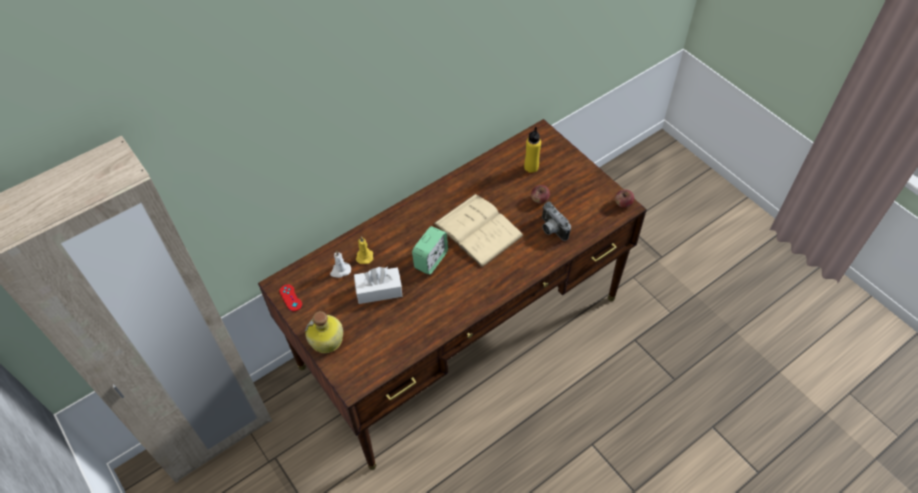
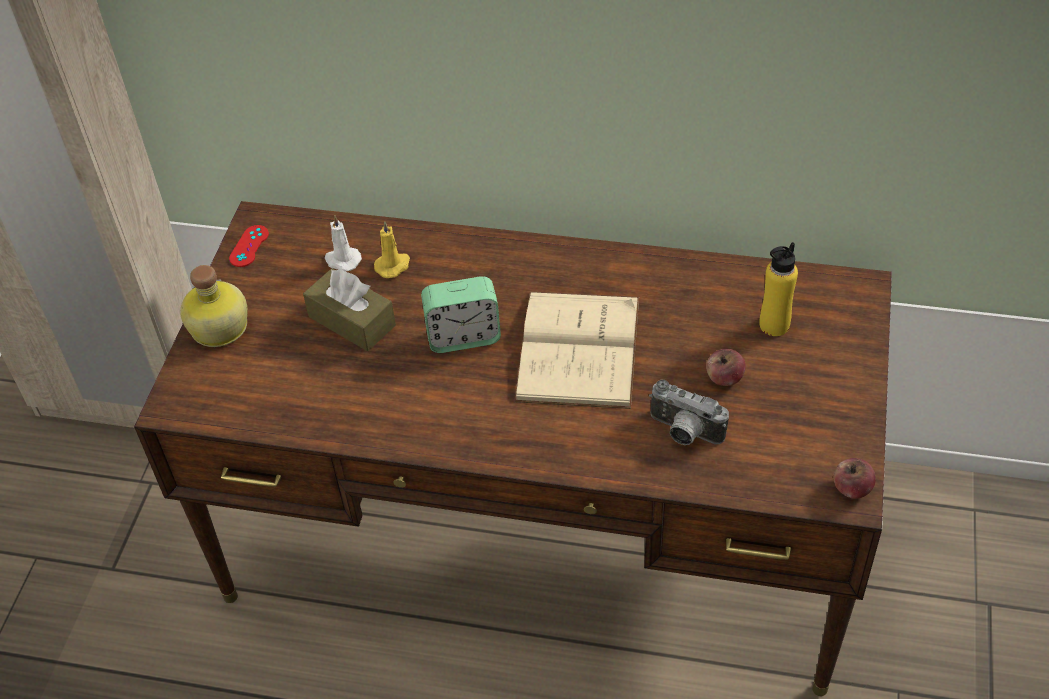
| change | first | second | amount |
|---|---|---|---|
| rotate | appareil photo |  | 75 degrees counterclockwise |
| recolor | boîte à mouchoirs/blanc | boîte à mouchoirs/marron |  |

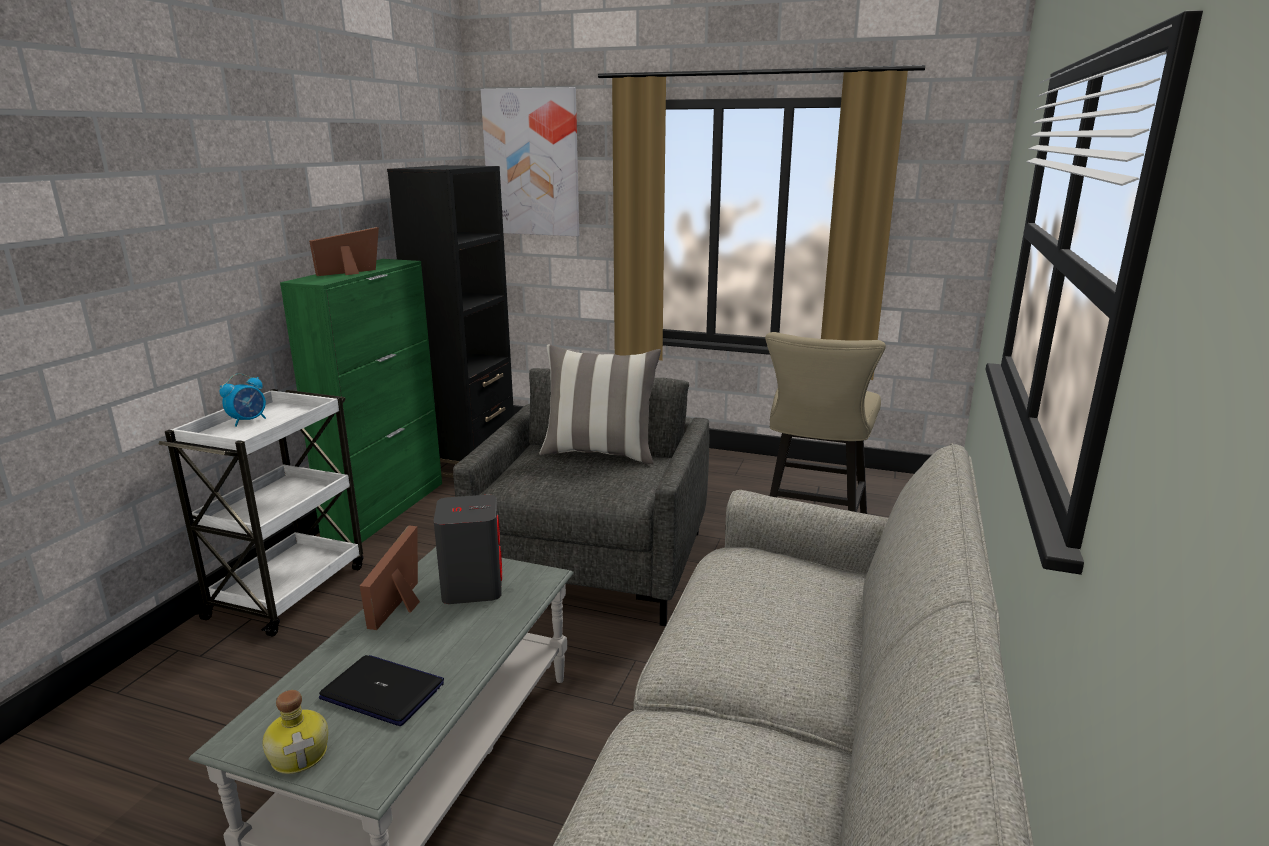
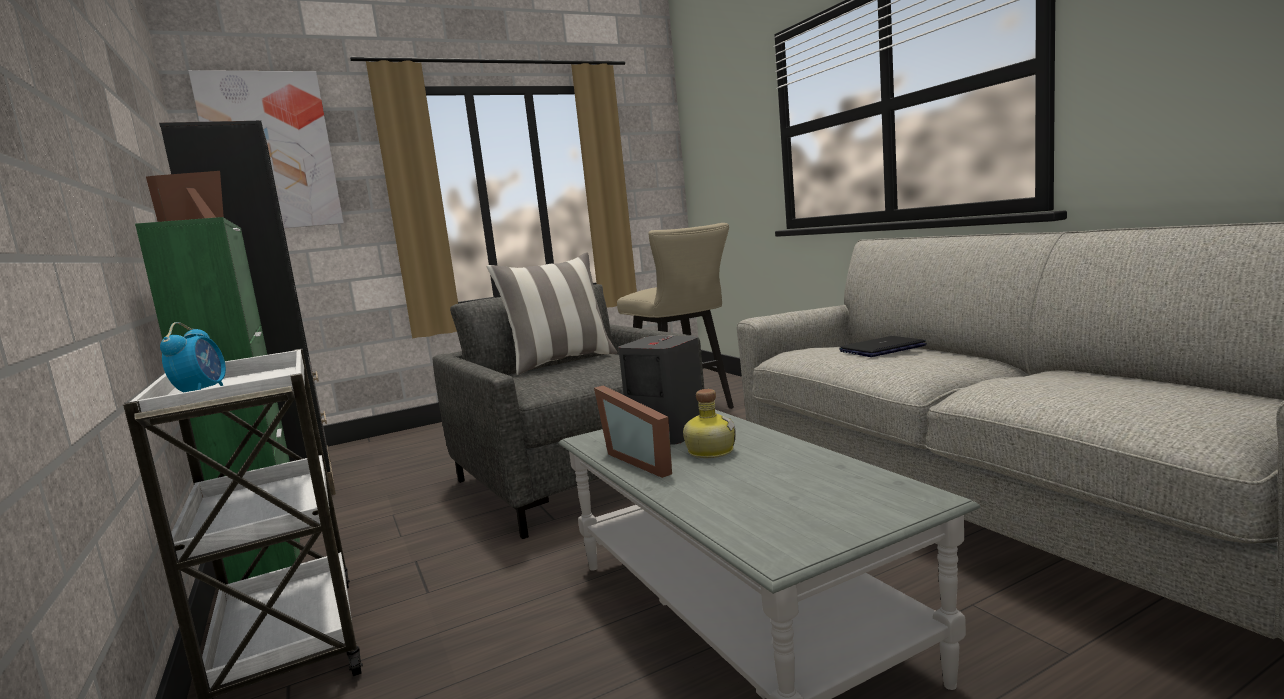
| change | first | second | amount |
|---|---|---|---|
| move | ordinateur portable |  |  |
| move | bouteille |  |  |

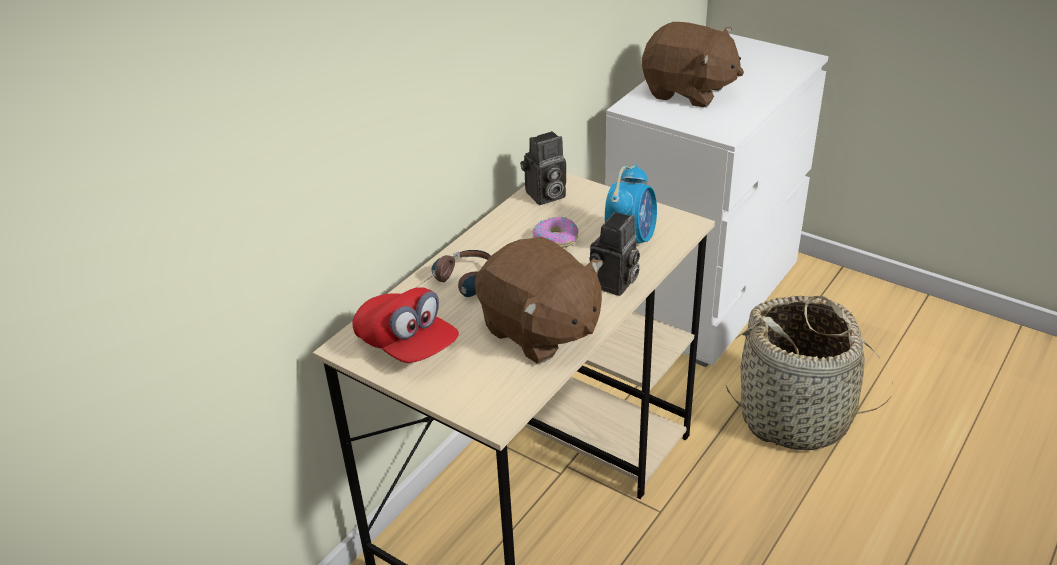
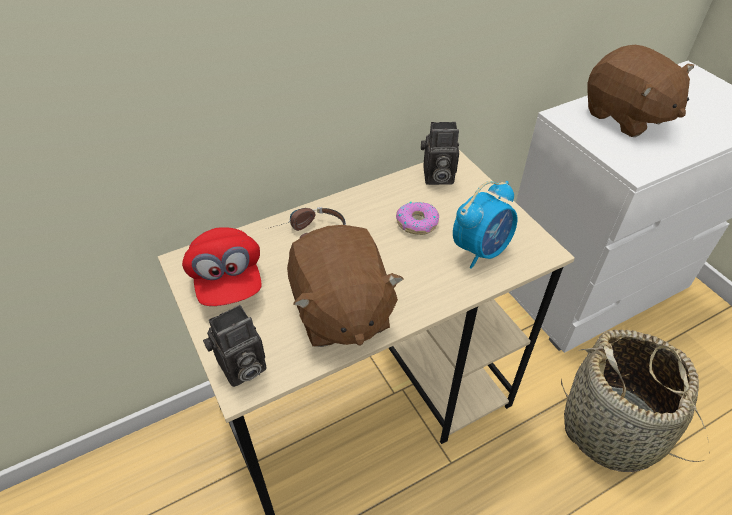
| change | first | second | amount |
|---|---|---|---|
| move | appareil photo (2nd from left in the first image) | appareil photo (1st from left) |  |

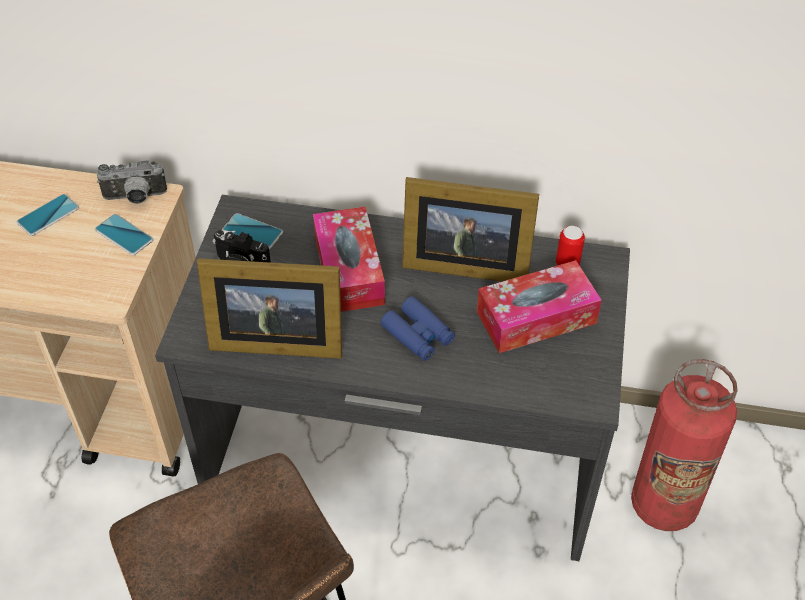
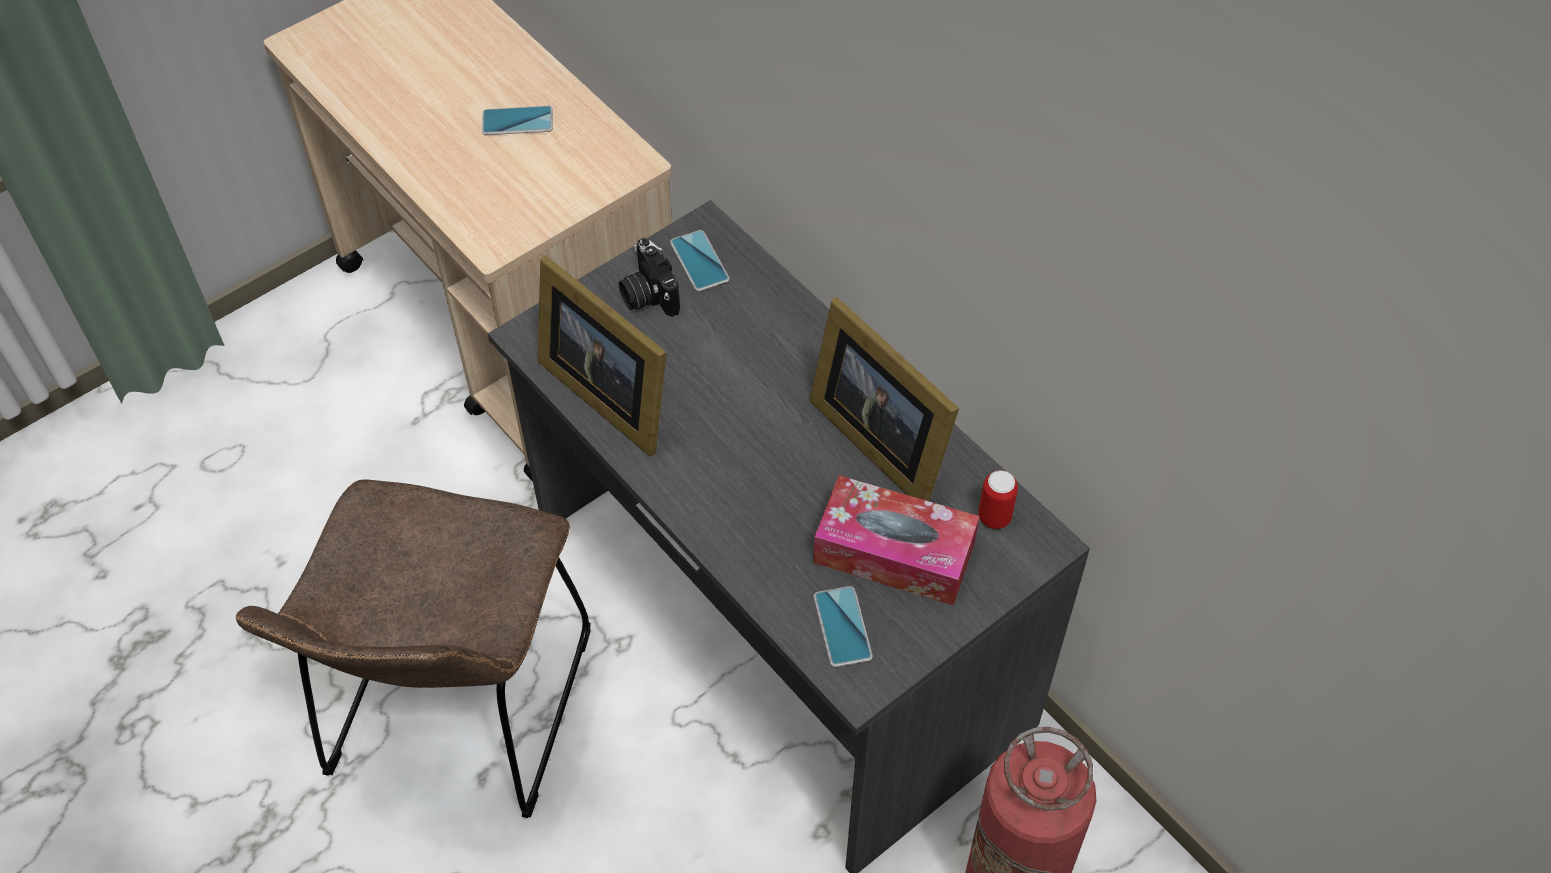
| change | first | second | amount |
|---|---|---|---|
| delete | appareil photo (1st from left) |  |  |
| delete | boîte à mouchoirs (1st from left) |  |  |
| move | téléphone (2nd from left in the first image) | téléphone (3rd from left) |  |
| delete | jumelles/bleu |  |  |

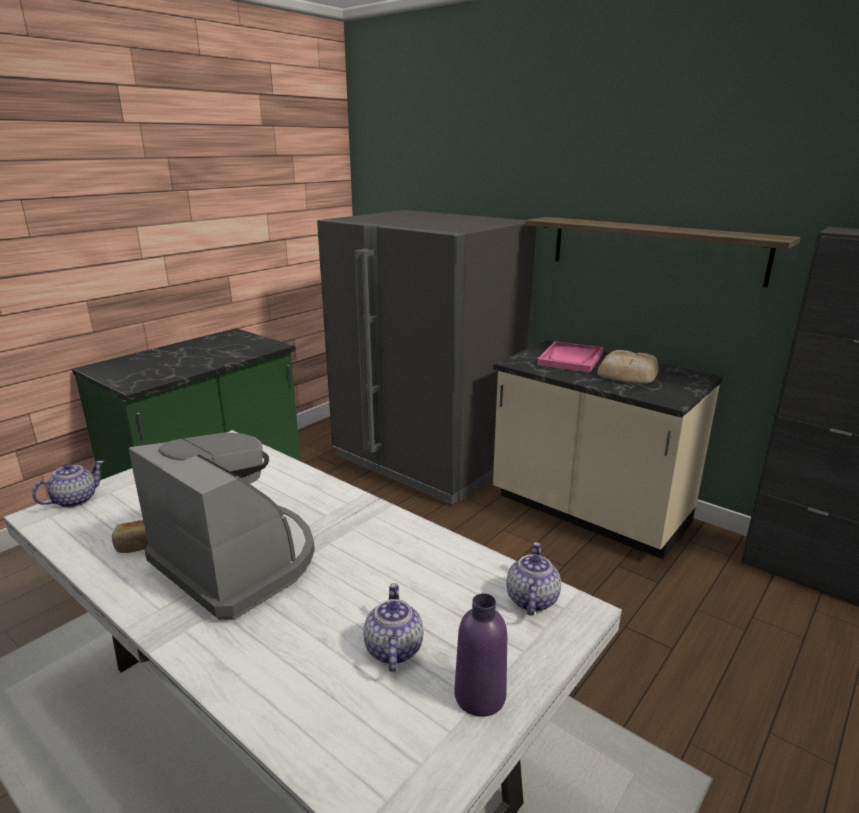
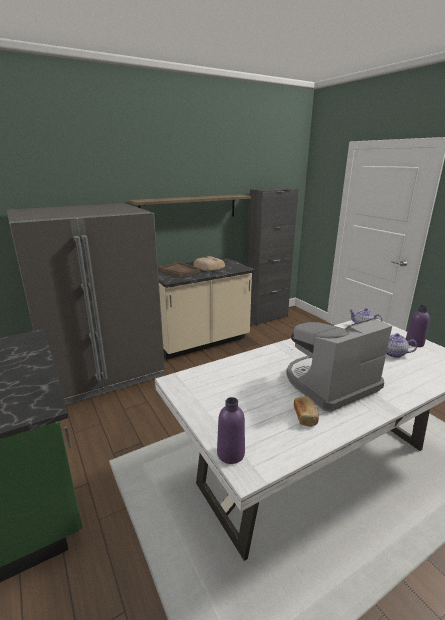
| change | first | second | amount |
|---|---|---|---|
| recolor | plateau/rose | plateau/marron |  |
| replace | théière (1st from left) | bouteille/violet (1st from left) |  |

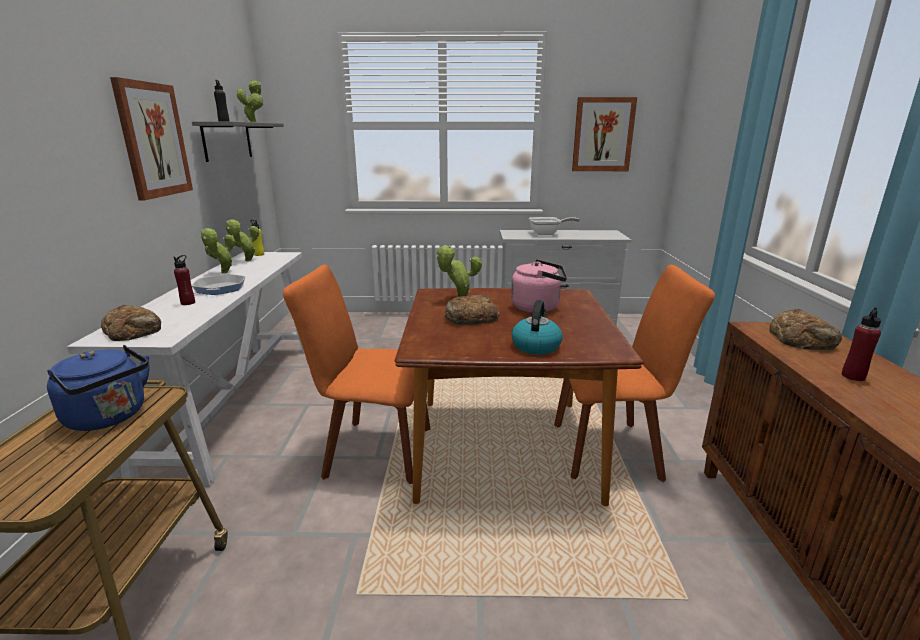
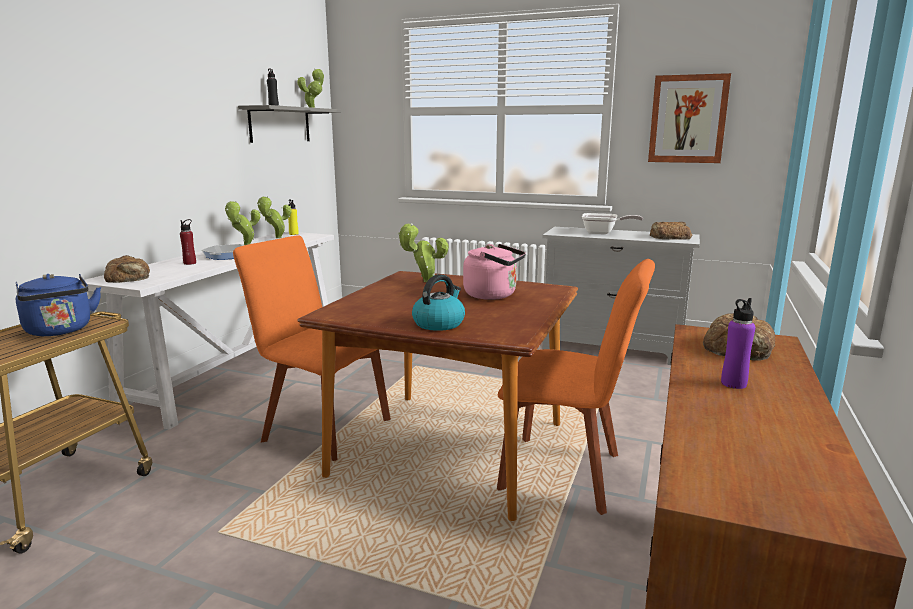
| change | first | second | amount |
|---|---|---|---|
| delete | tableau (1st from left) |  |  |
| move | pain (2nd from left) |  |  |
| recolor | bouteille/rouge (2nd from left) | bouteille/violet |  |

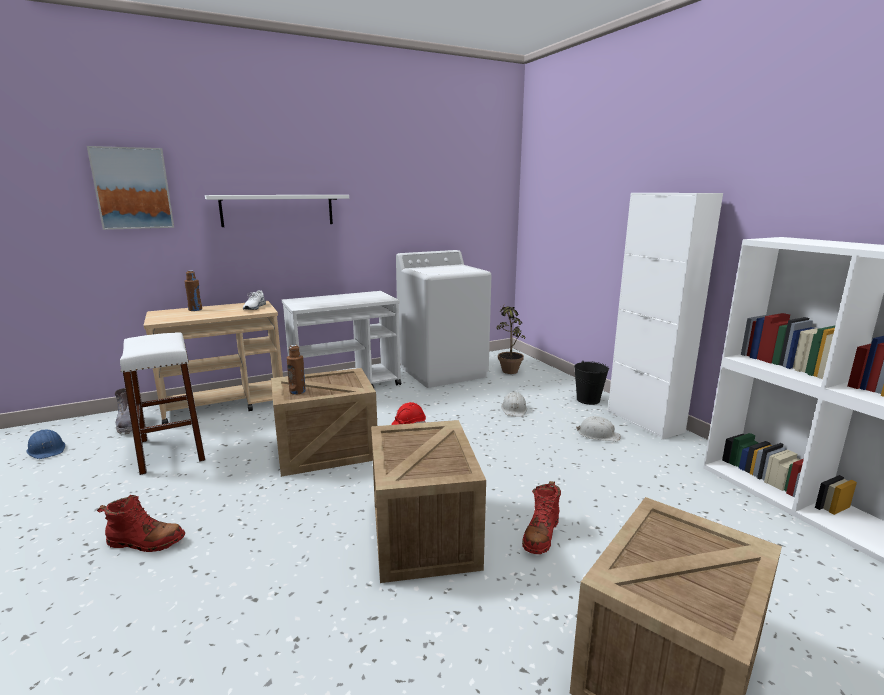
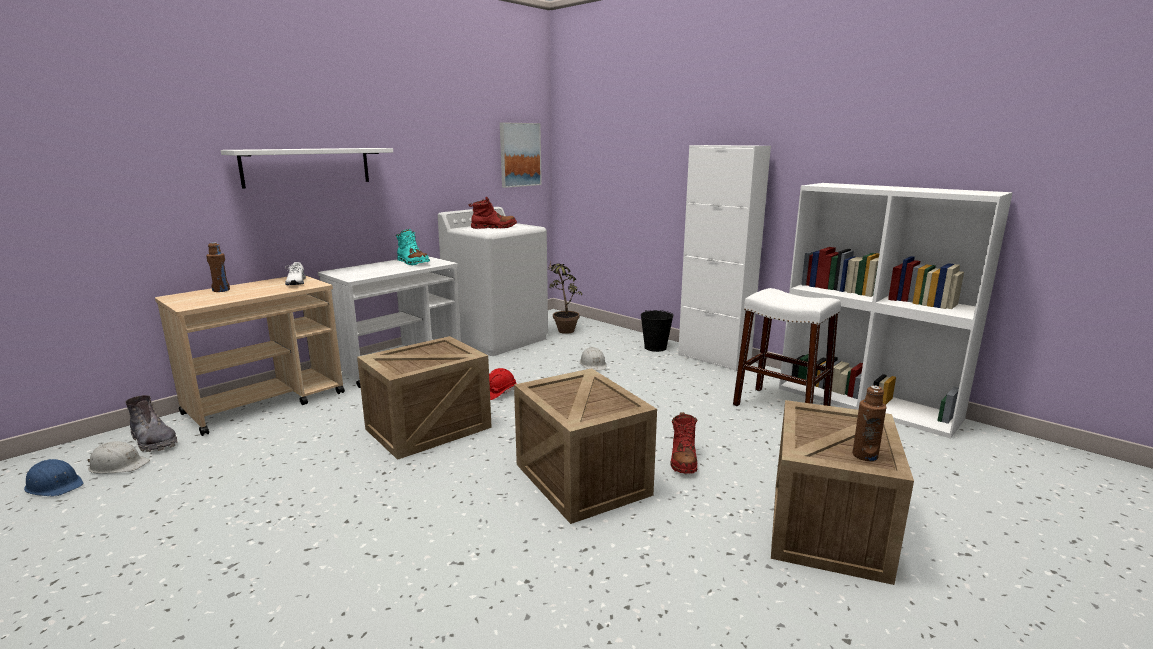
| change | first | second | amount |
|---|---|---|---|
| move | tableau |  |  |
| move | tabouret/blanc |  |  |
| move | bouteille/marron (2nd from left) |  |  |
| move | casque de chantier/blanc (2nd from left in the first image) | casque de chantier/blanc (1st from left) |  |
| move | botte/rouge (1st from left) |  |  |
| insert |  | botte/turquoise |  |

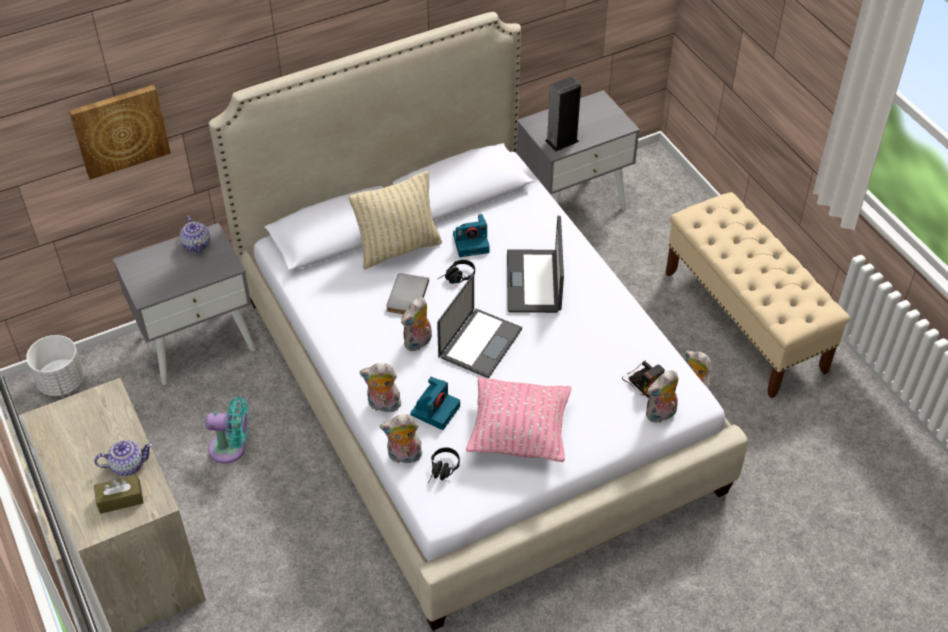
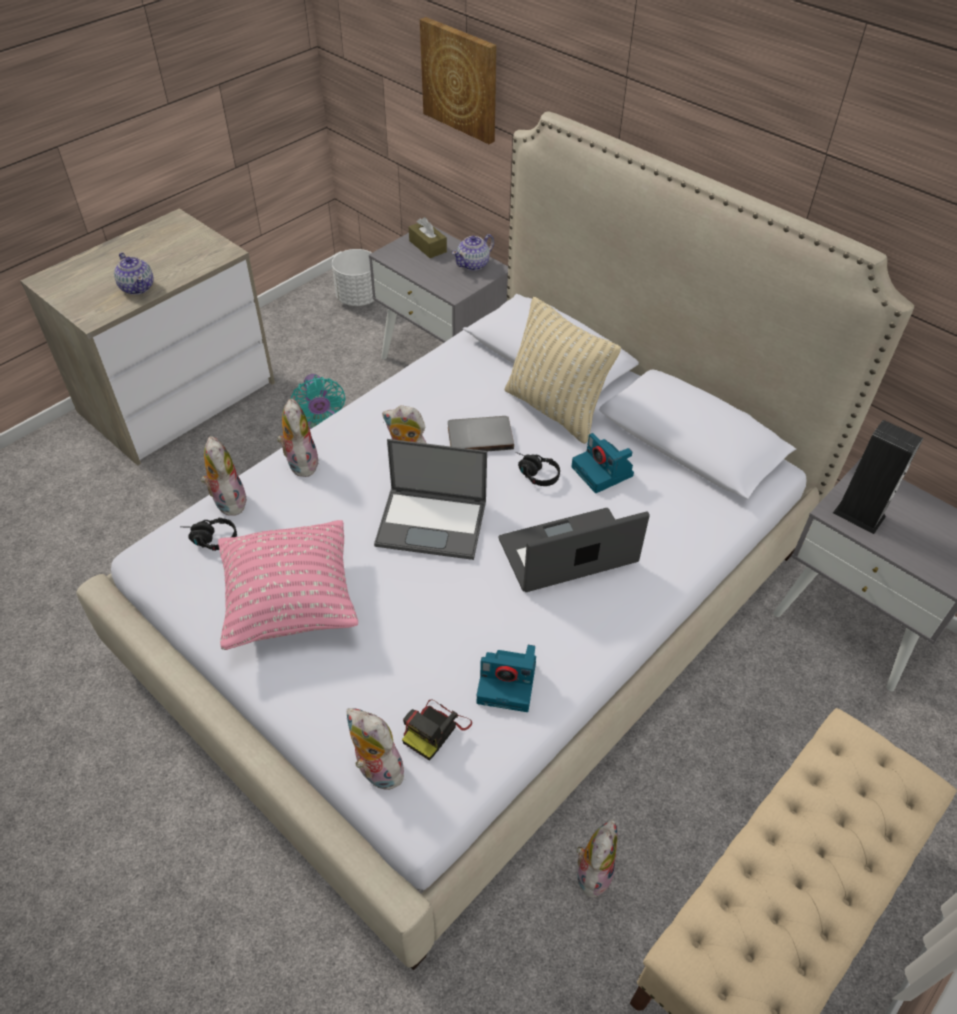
| change | first | second | amount |
|---|---|---|---|
| move | appareil photo (1st from left in the first image) | appareil photo (2nd from left) |  |
| move | boîte à mouchoirs/marron |  |  |

